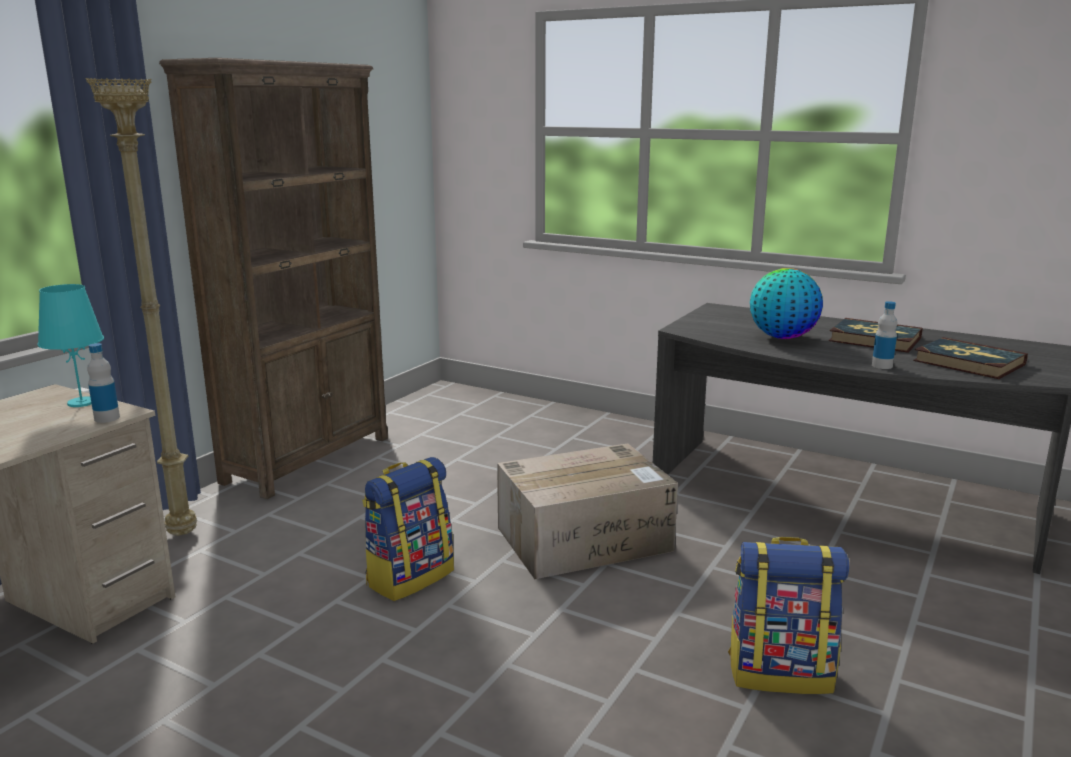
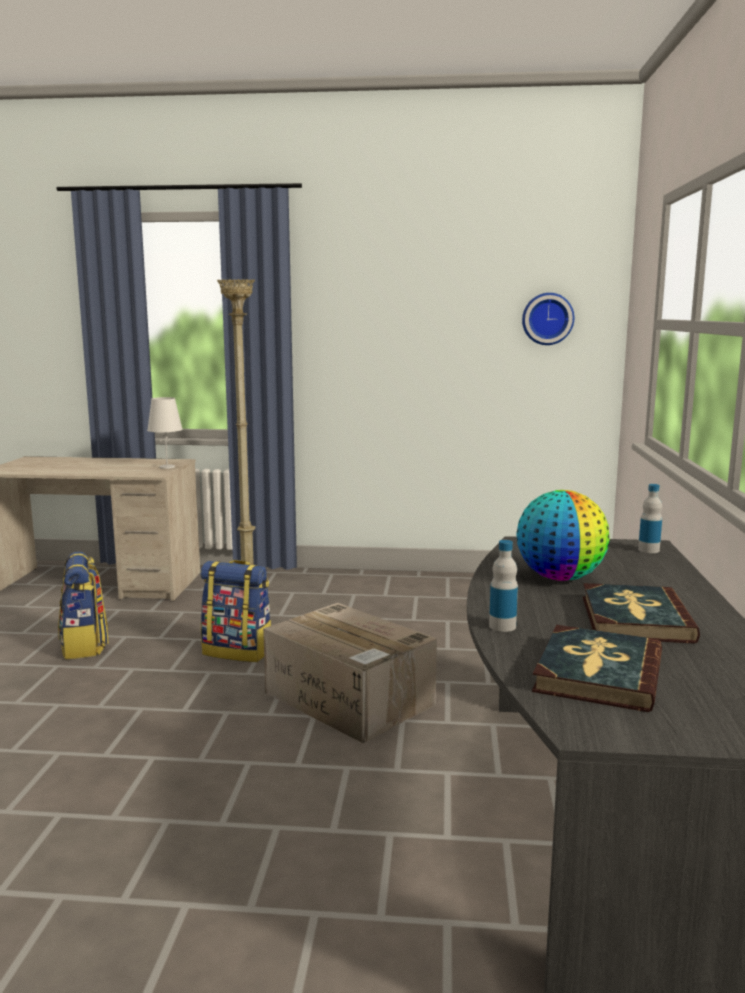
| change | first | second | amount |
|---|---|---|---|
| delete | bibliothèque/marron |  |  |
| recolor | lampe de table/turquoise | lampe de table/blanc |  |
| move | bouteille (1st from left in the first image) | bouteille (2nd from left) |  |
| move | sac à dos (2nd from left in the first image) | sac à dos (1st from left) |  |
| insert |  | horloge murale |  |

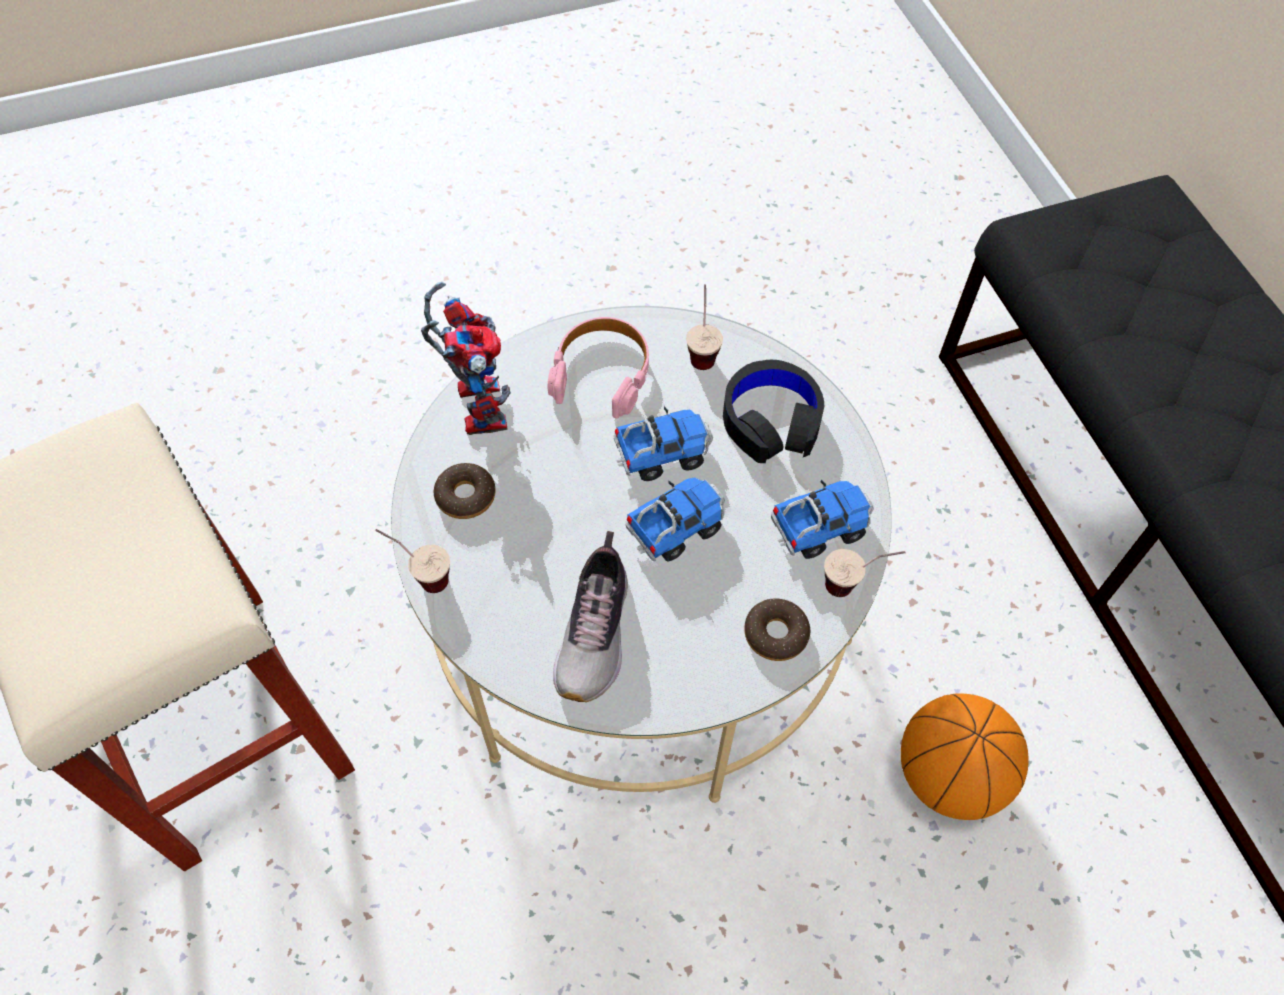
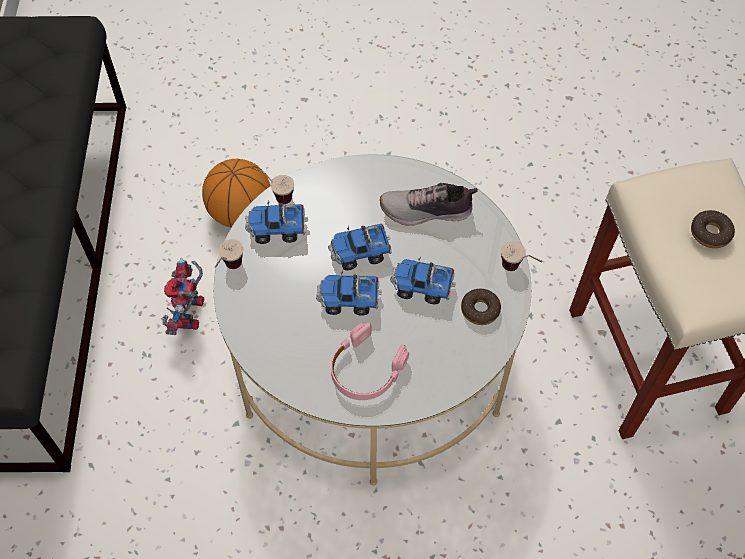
| change | first | second | amount |
|---|---|---|---|
| move | robot jouet |  |  |
| move | tasse (2nd from left in the first image) | tasse (1st from left) |  |
| delete | casque audio/noir |  |  |
| rotate | chaussure |  | 120 degrees counterclockwise |
| move | beignet (2nd from left) |  |  |
| insert |  | camion jouet (4th from left) |  |

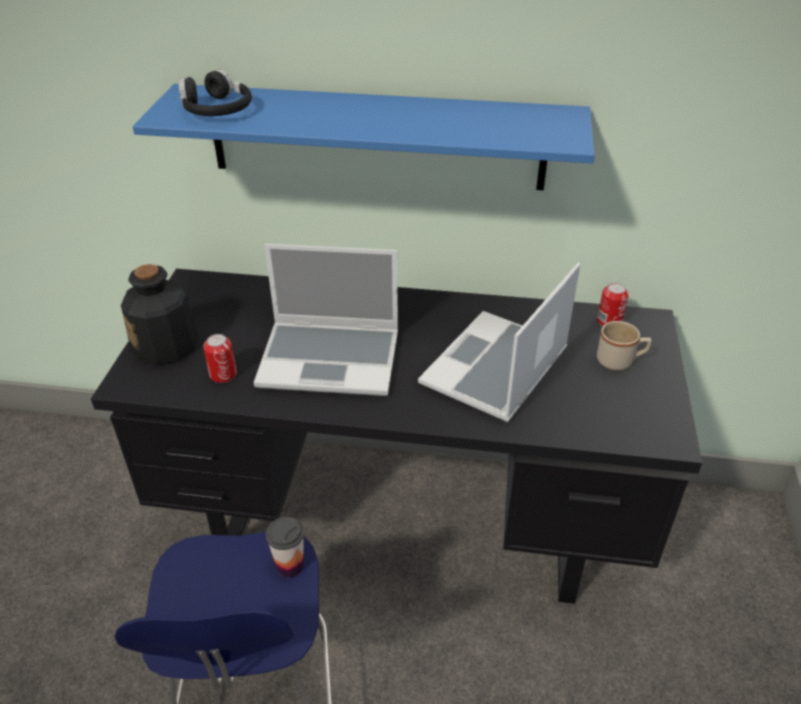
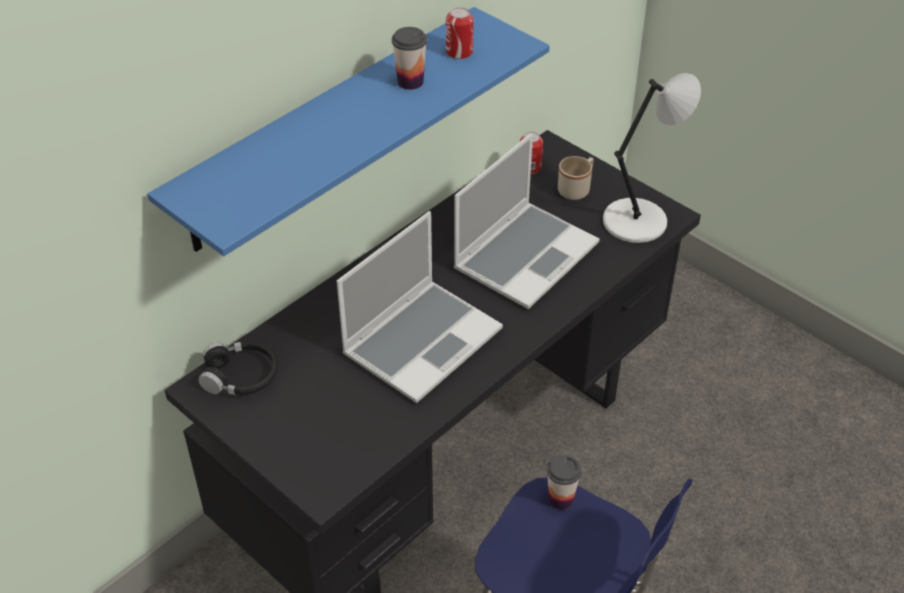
| change | first | second | amount |
|---|---|---|---|
| move | casque audio/noir |  |  |
| rotate | ordinateur portable (2nd from left) |  | 120 degrees counterclockwise |
| delete | bouteille |  |  |
| move | boîte métallique (1st from left) |  |  |
| insert |  | tasse (1st from left) |  |
| insert |  | lampe de table/gris |  |

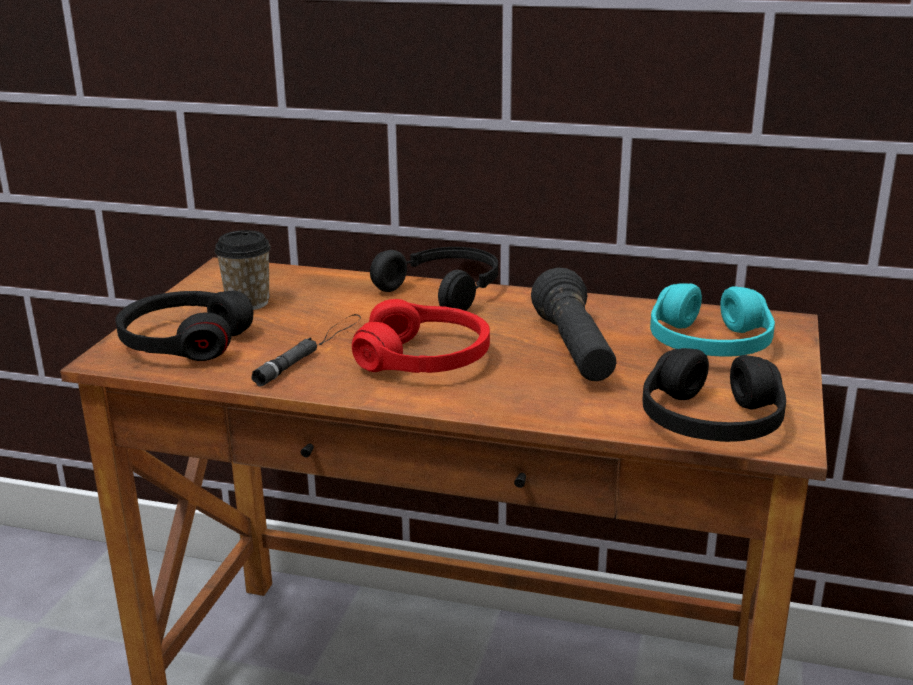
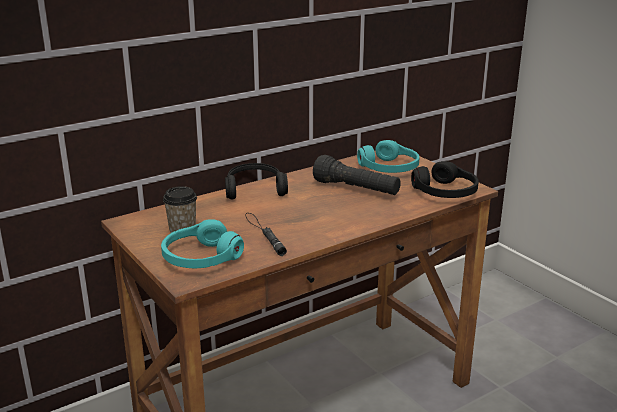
| change | first | second | amount |
|---|---|---|---|
| recolor | casque audio/noir (1st from left) | casque audio/turquoise (1st from left) |  |
| delete | casque audio/rouge |  |  |

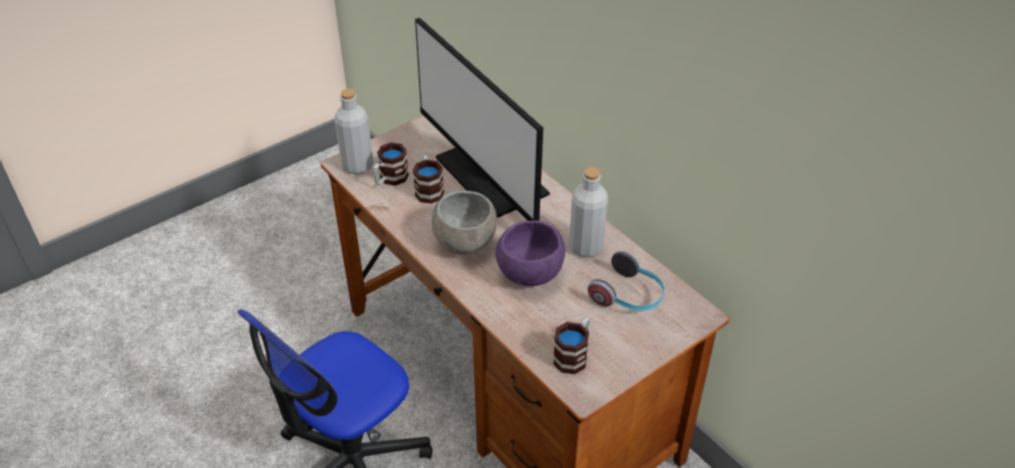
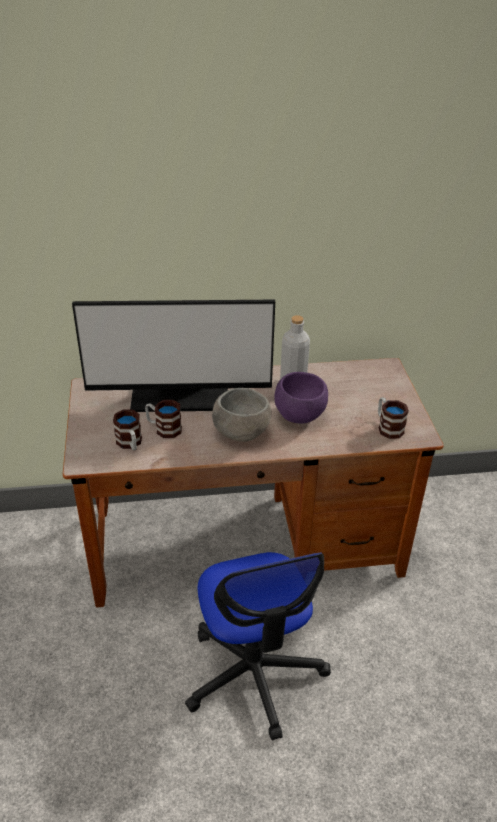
| change | first | second | amount |
|---|---|---|---|
| delete | bouteille/gris (1st from left) |  |  |
| delete | casque audio |  |  |

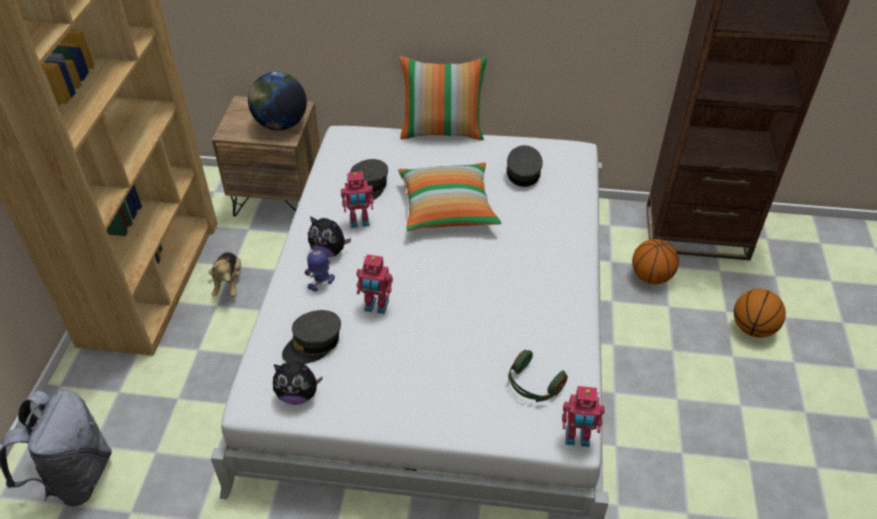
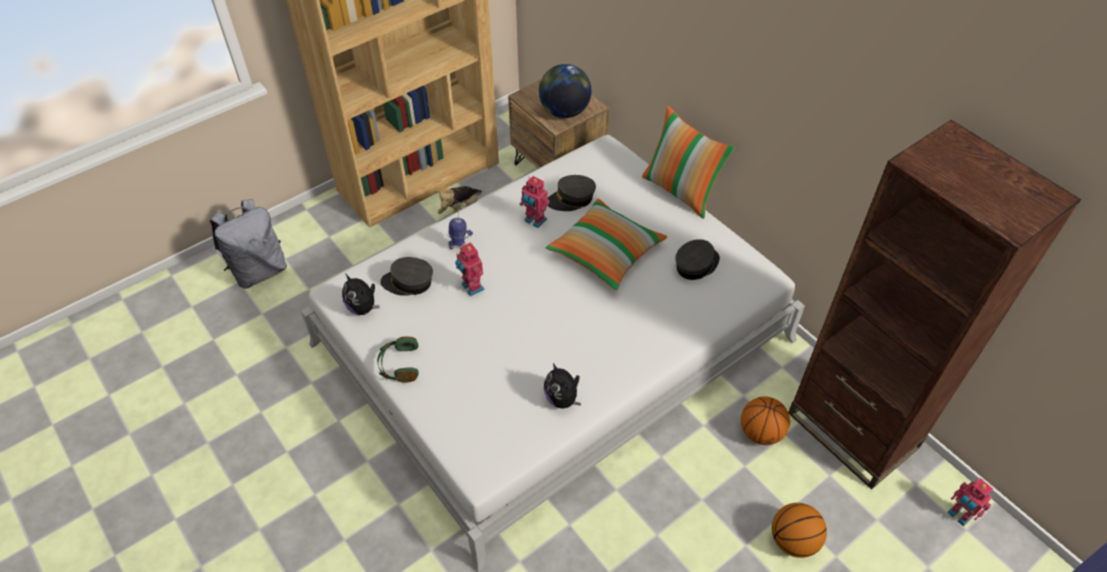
| change | first | second | amount |
|---|---|---|---|
| move | peluche (3rd from left) |  |  |
| move | casque audio/vert |  |  |
| move | robot jouet (4th from left) |  |  |

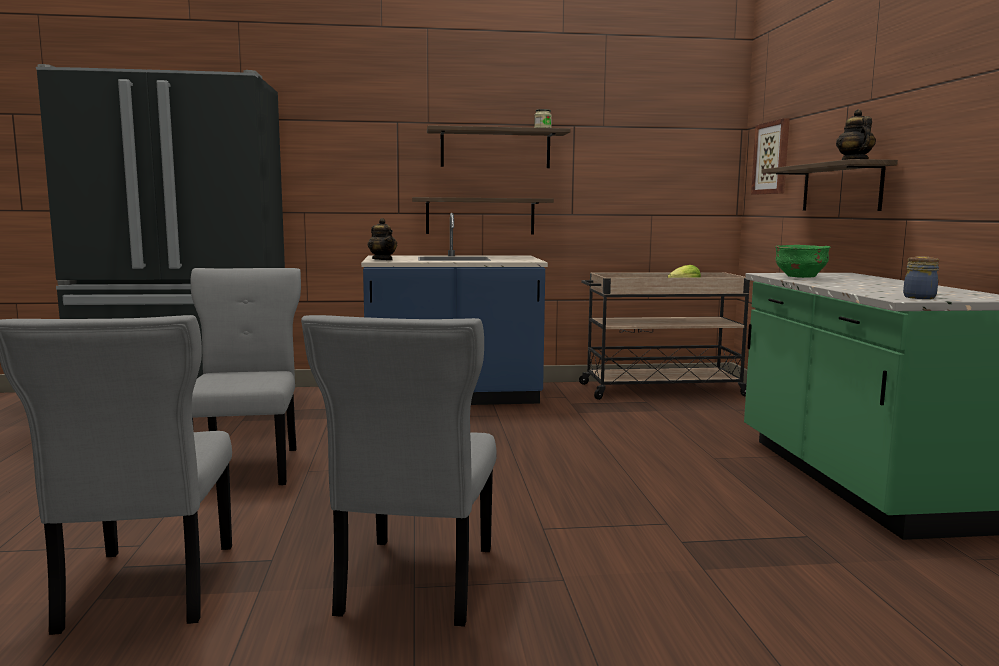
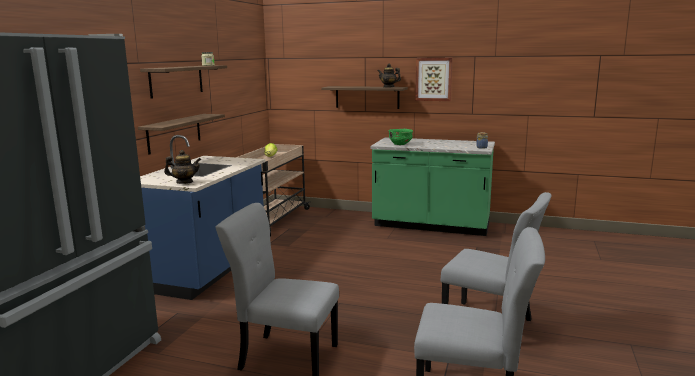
| change | first | second | amount |
|---|---|---|---|
| move | tableau |  |  |

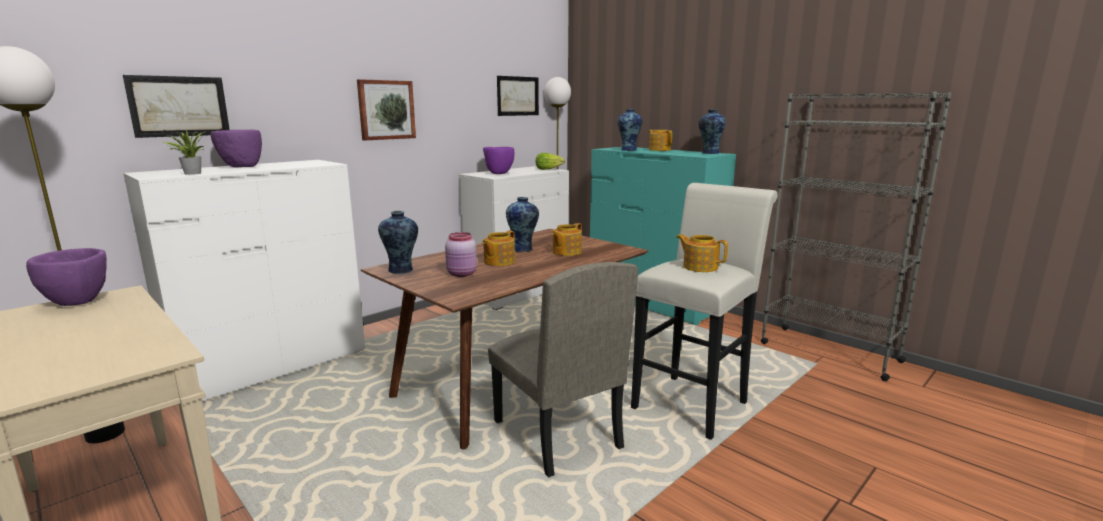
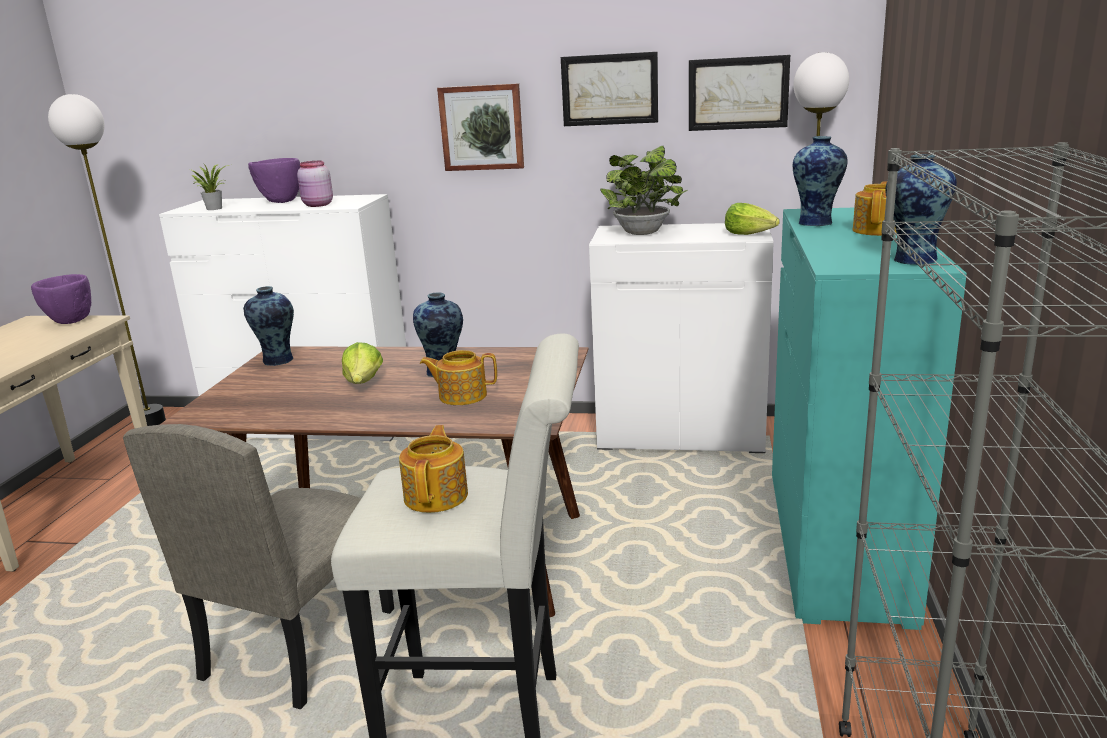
| change | first | second | amount |
|---|---|---|---|
| move | tableau (1st from left in the first image) | tableau (2nd from left) |  |
| replace | bol/violet (3rd from left) | plante en pot (2nd from left) |  |
| replace | théière (1st from left) | laitue (1st from left) |  |
| move | bocal/rose |  |  |

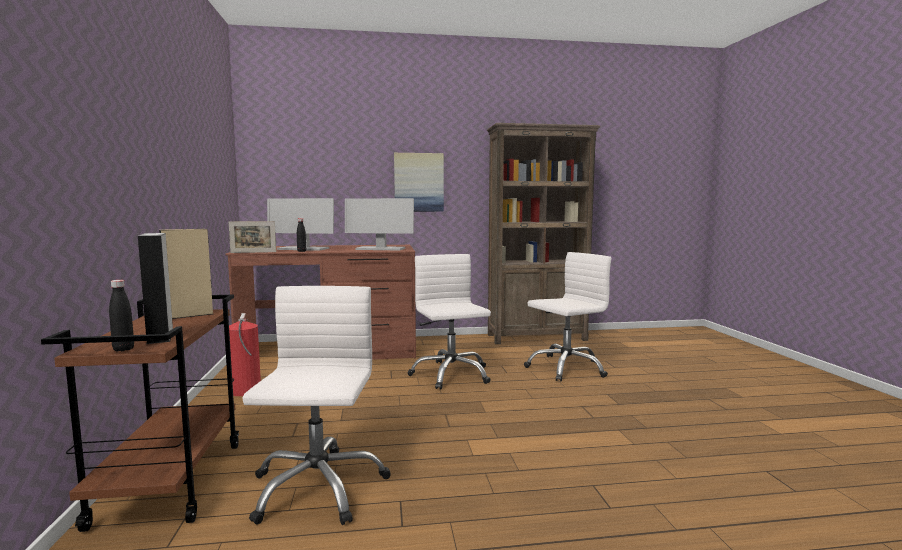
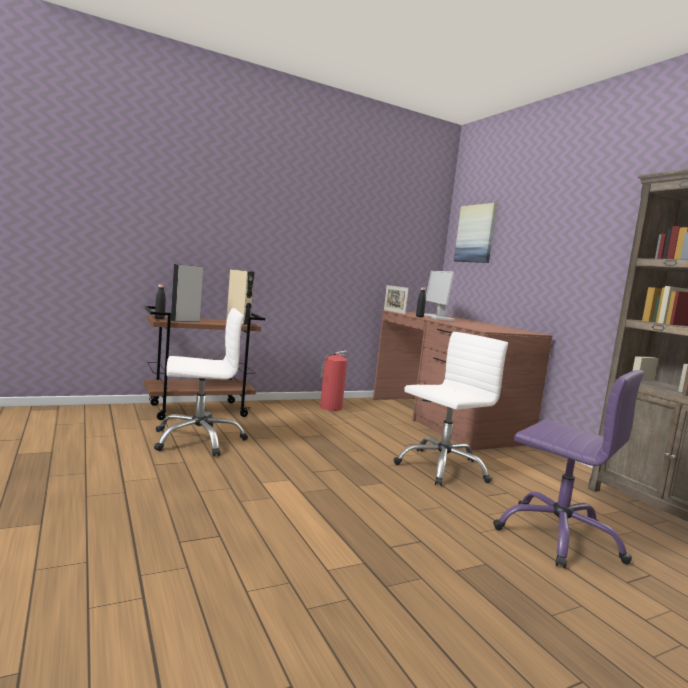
| change | first | second | amount |
|---|---|---|---|
| move | tableau |  |  |
| delete | écran d'ordinateur (2nd from left) |  |  |
| recolor | chaise de bureau/blanc (3rd from left) | chaise de bureau/violet |  |

